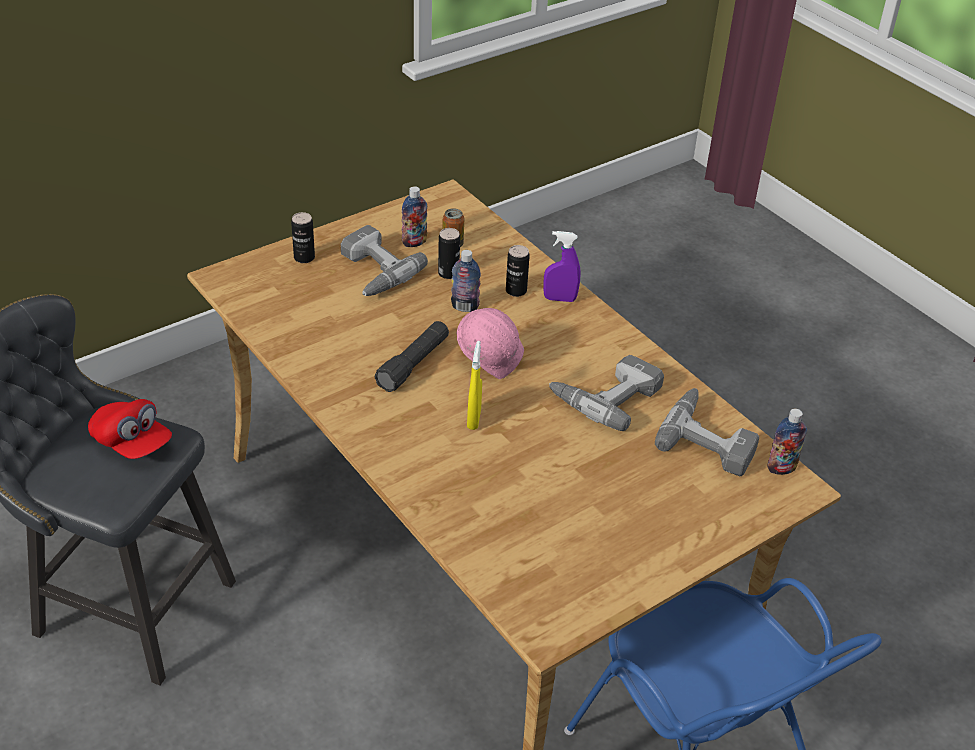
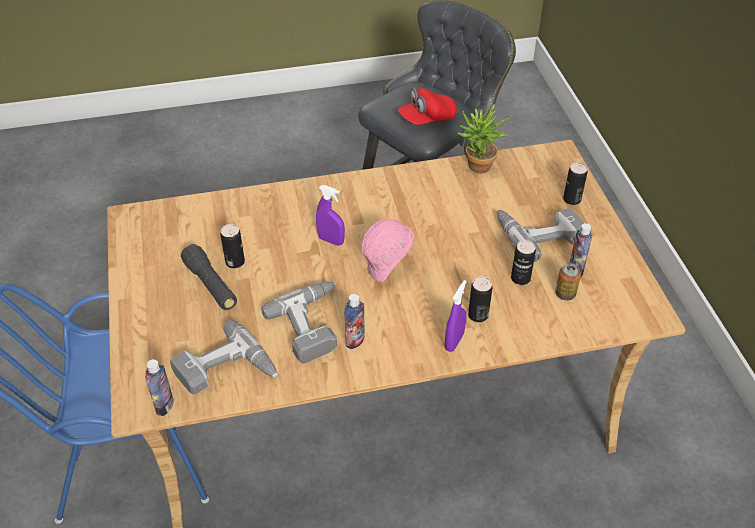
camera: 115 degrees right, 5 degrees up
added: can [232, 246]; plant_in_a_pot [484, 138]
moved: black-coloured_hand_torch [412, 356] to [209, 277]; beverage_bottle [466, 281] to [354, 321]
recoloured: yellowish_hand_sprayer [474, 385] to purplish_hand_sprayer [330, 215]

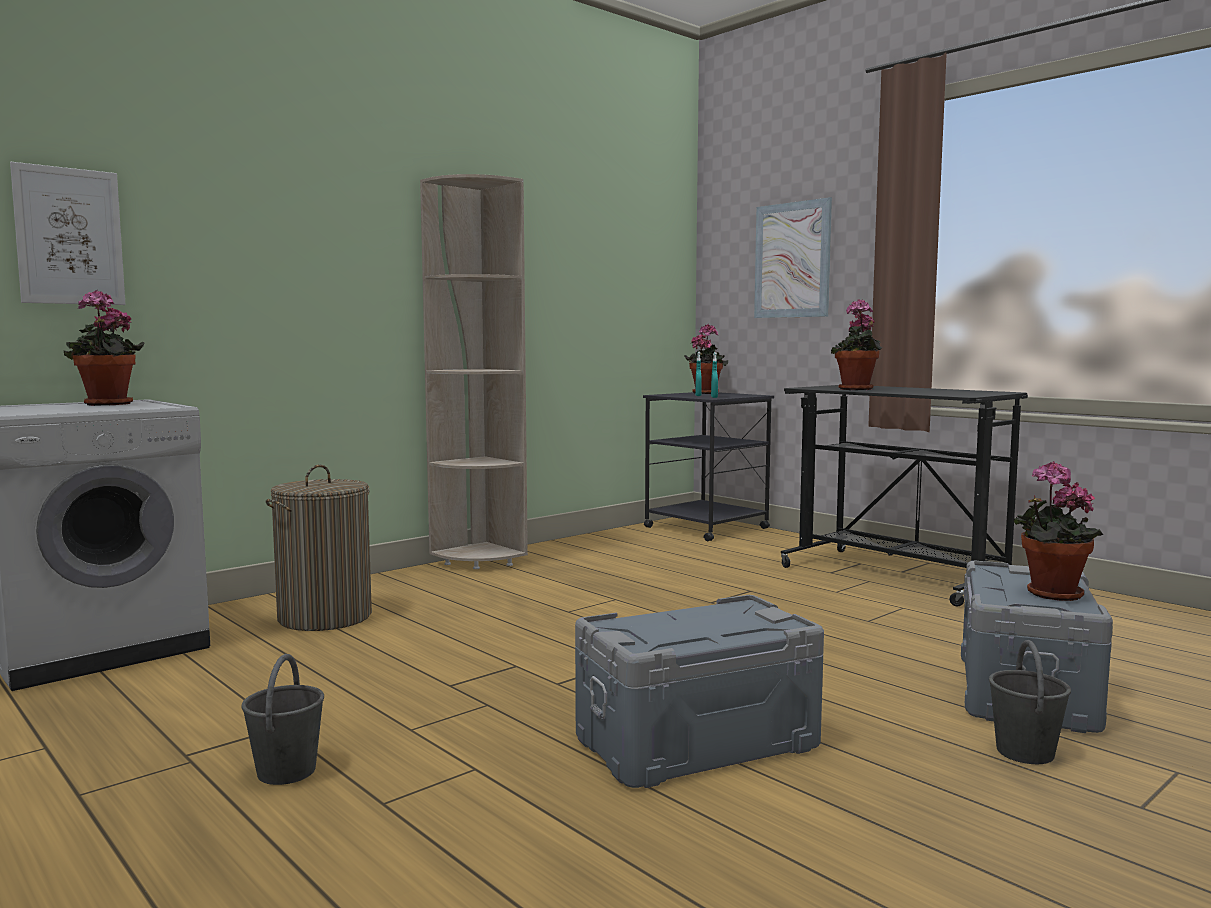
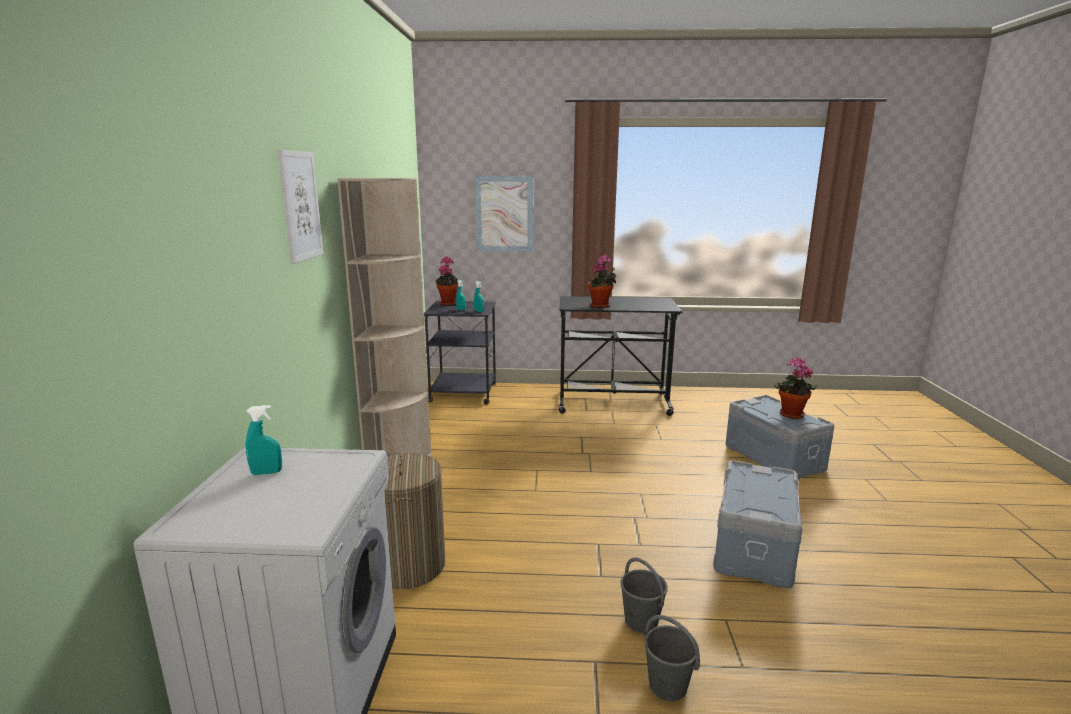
camera: 45 degrees left, 10 degrees up
moved: wall_art [68, 233] to [300, 207]; grey_bucket [1030, 702] to [644, 595]
replaced: plant_in_a_pot [103, 348] to turquoise_hand_sprayer [264, 440]

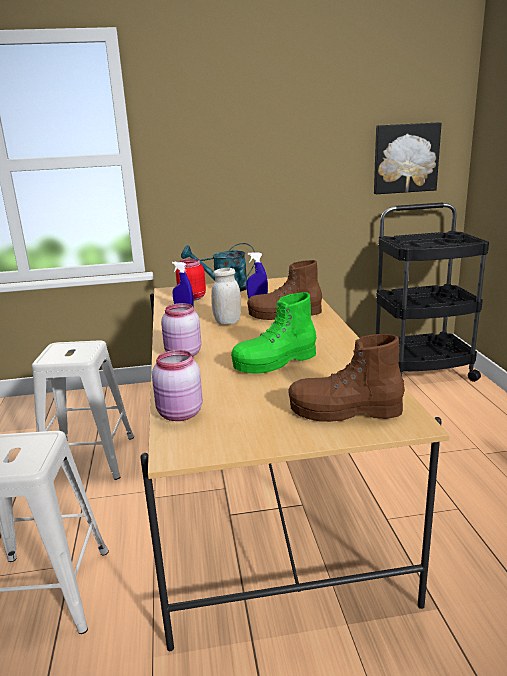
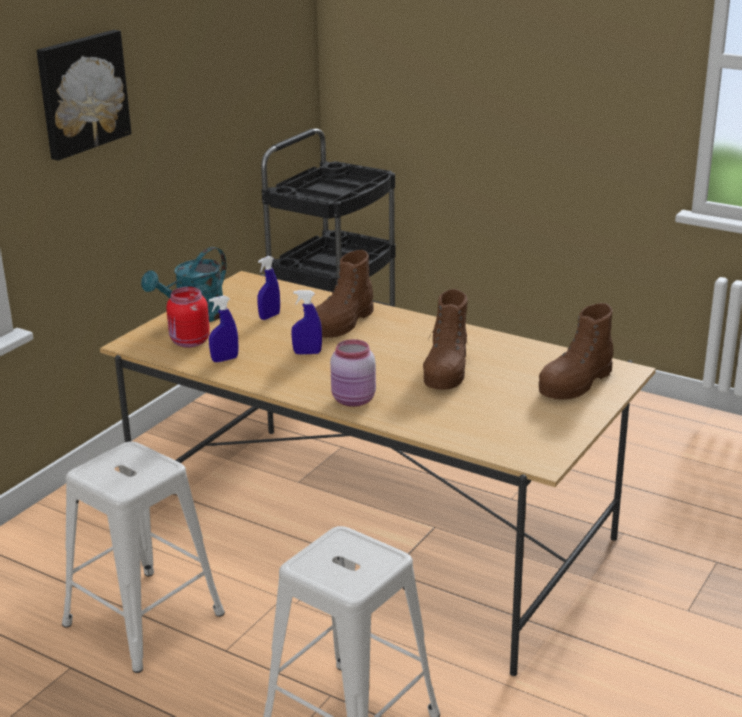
camera: 50 degrees left, 5 degrees up
removed: pink-coloured_jar [177, 385]
moved: wall_art [408, 158] to [83, 95]
replaced: white-coloured_jar [226, 296] to blue-coloured_hand_sprayer [306, 322]
recoloured: green-coloured_boot [273, 333] to brownish_boot [445, 339]

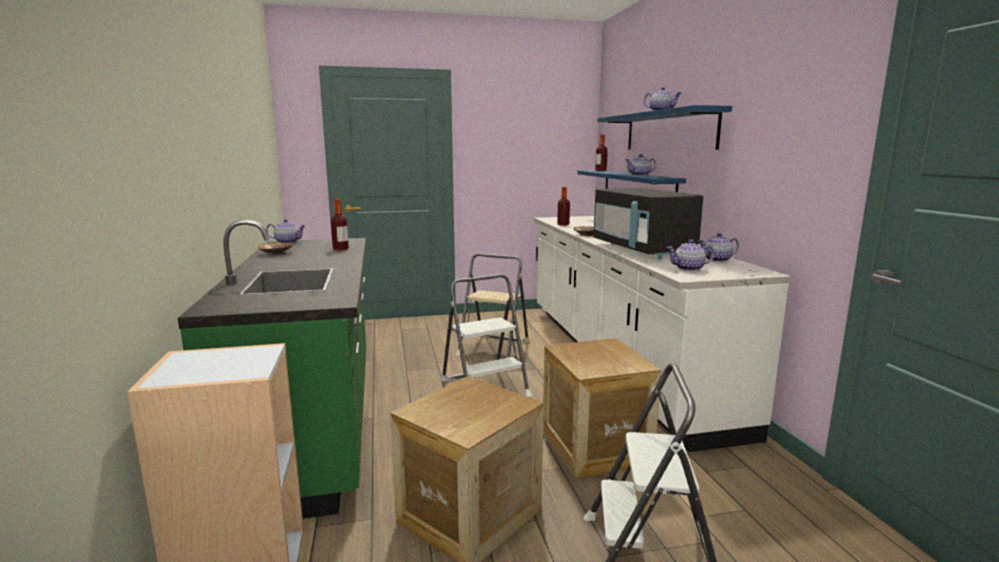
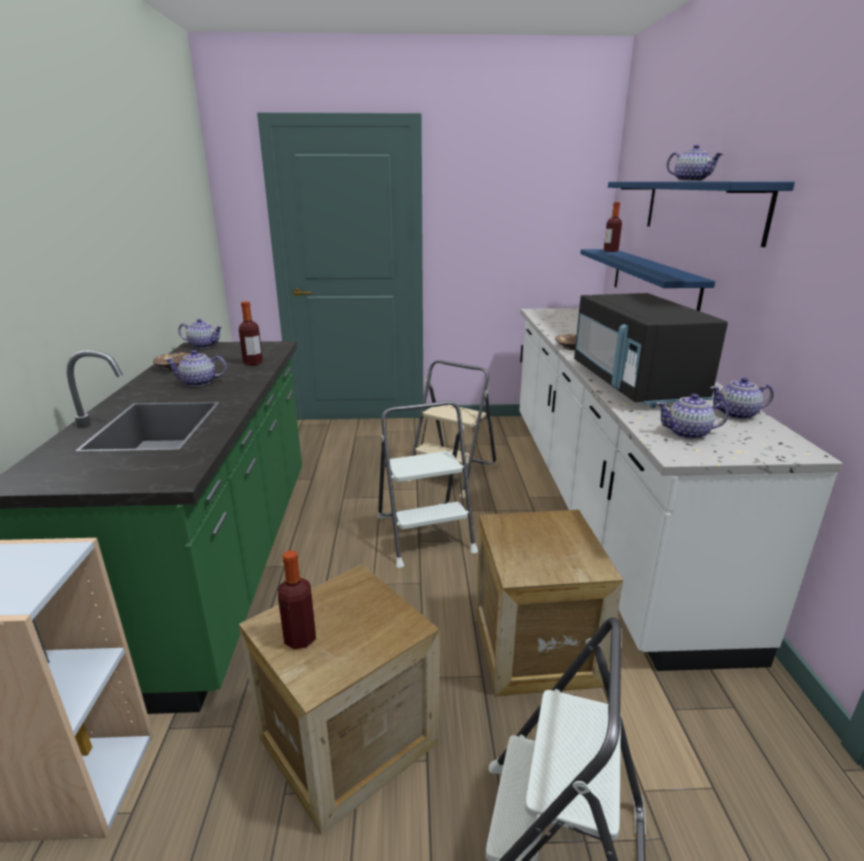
camera: 10 degrees right, 10 degrees up
moved: beverage_bottle [563, 206] to [297, 599]; pot_for_tea [640, 165] to [196, 368]

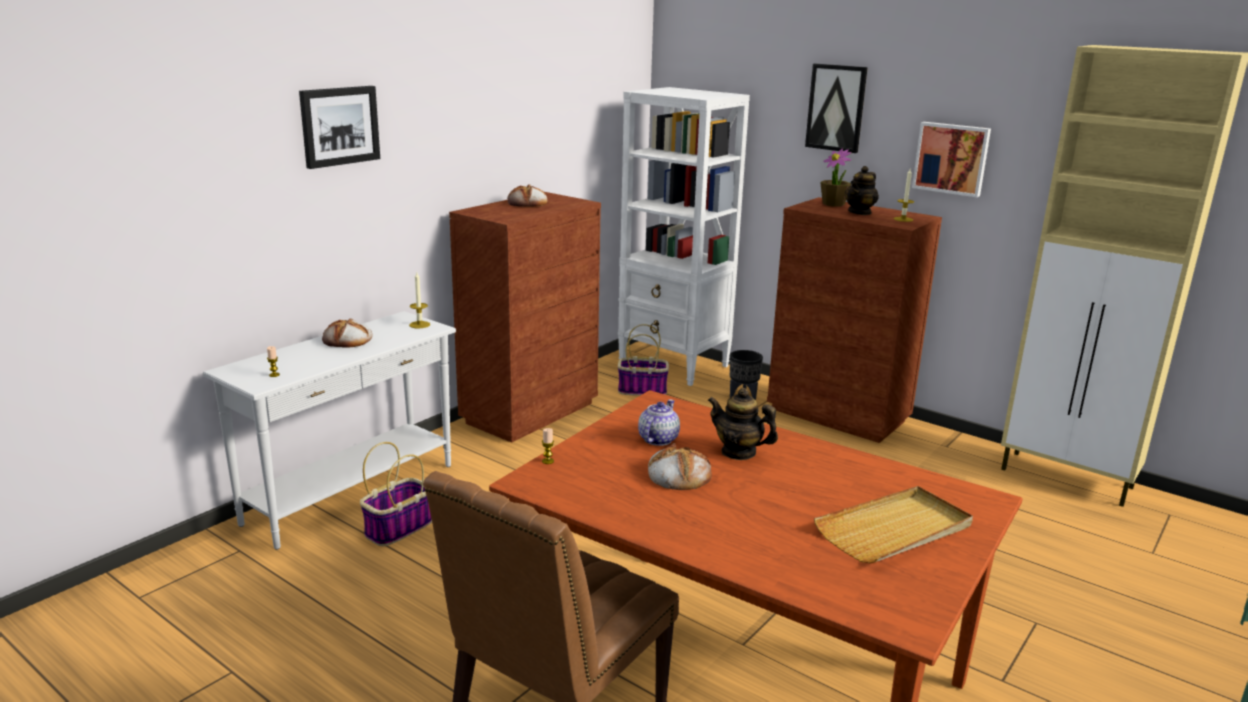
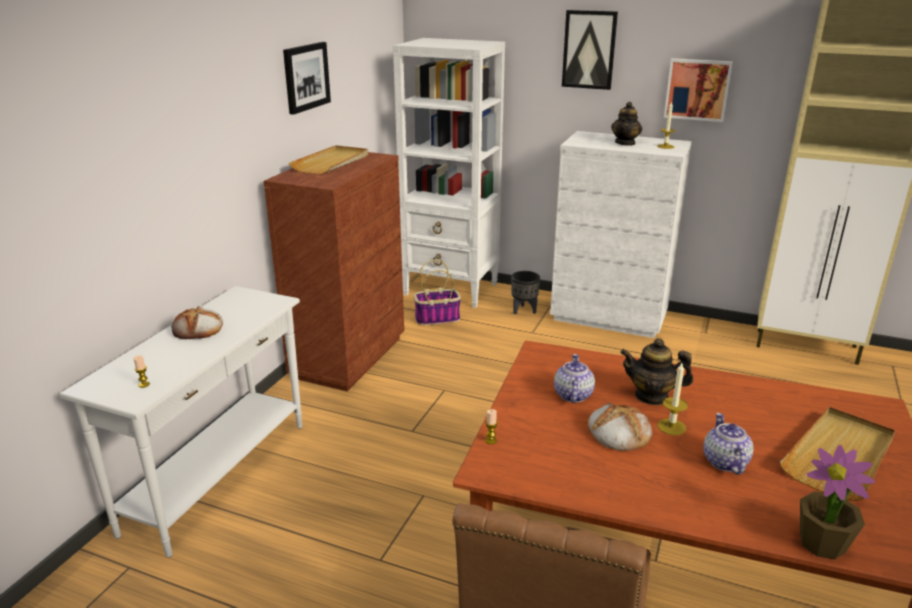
camera: 15 degrees left, 5 degrees up
removed: household_basket [396, 494]
added: pot_for_tea [729, 444]
moved: wall_art [339, 127] to [307, 78]; candle [419, 300] to [672, 399]; plant_in_a_pot [836, 177] to [837, 502]
replaced: bread [527, 195] to beige_serving_tray [328, 159]
recoloured: brownish_drawer_chest [854, 320] to white-coloured_drawer_chest [621, 234]

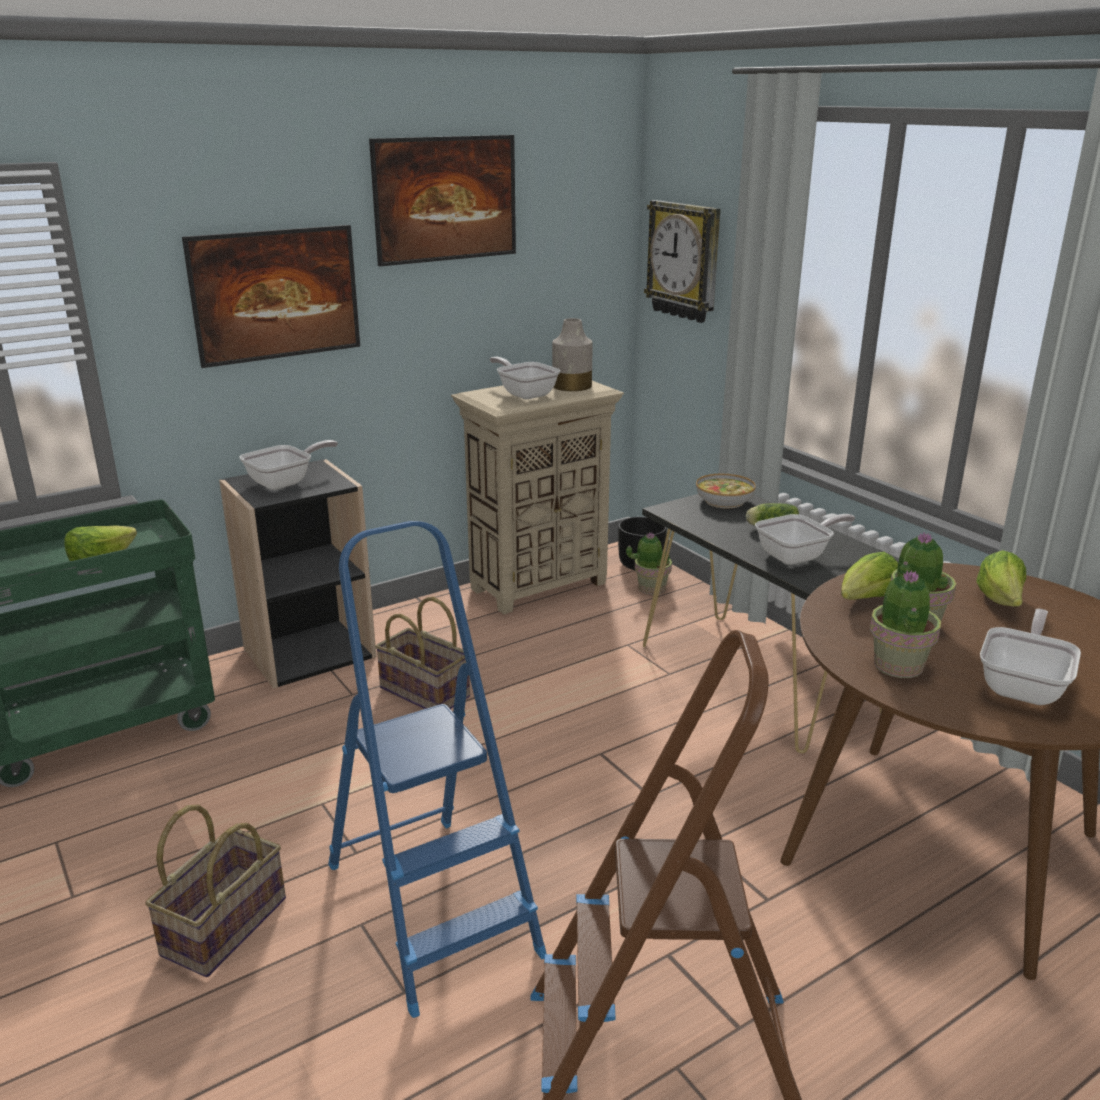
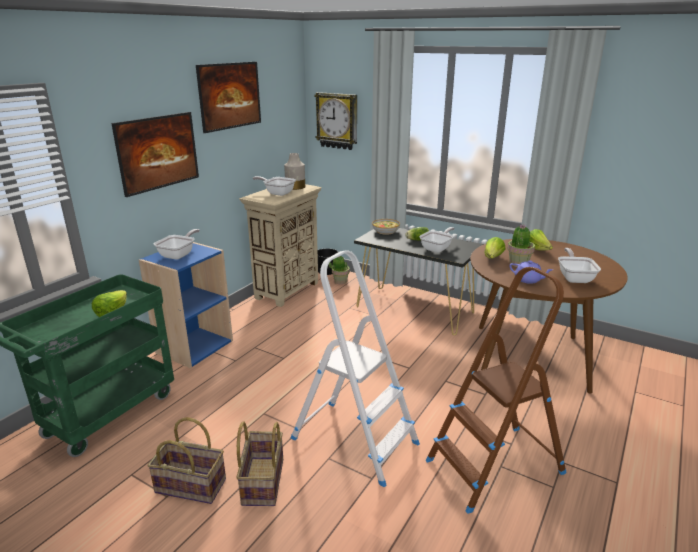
camera: 25 degrees left, 0 degrees up
moved: household_basket [422, 653] to [186, 460]
replaced: plant_in_a_pot [905, 623] to purplish_pot_for_tea [531, 272]
recoloured: black-coloured_bookcase [297, 574] to blue-coloured_bookcase [186, 305]; blue-coloured_stepladder [438, 769] to white-coloured_stepladder [355, 368]

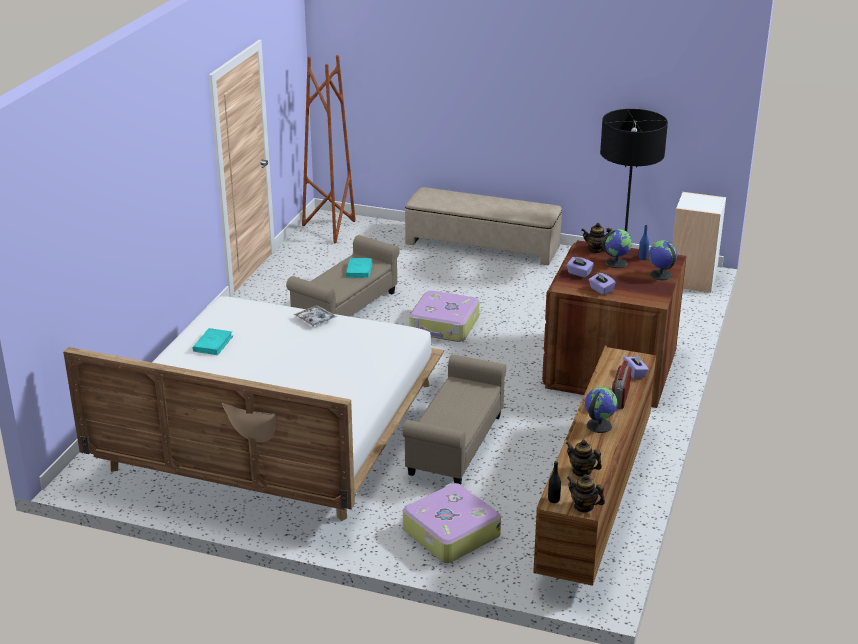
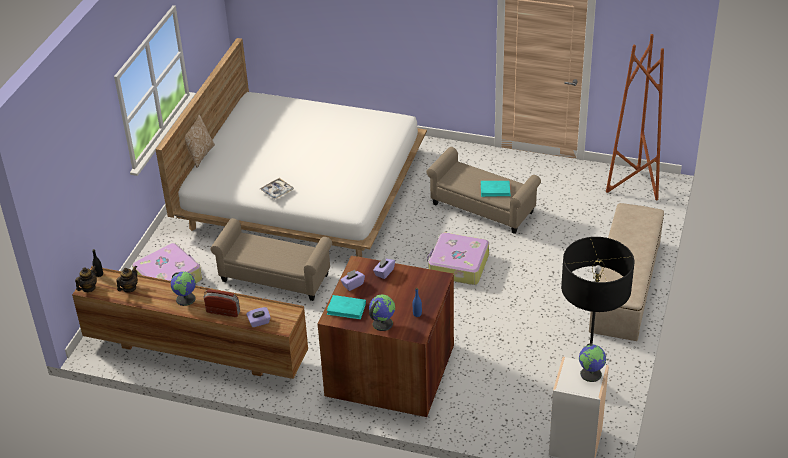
camera: 90 degrees right, 10 degrees up
removed: pot_for_tea [596, 238]
moved: turquoise_book [212, 341] to [346, 307]; serving_tray [315, 315] to [277, 189]; globe [617, 248] to [592, 362]

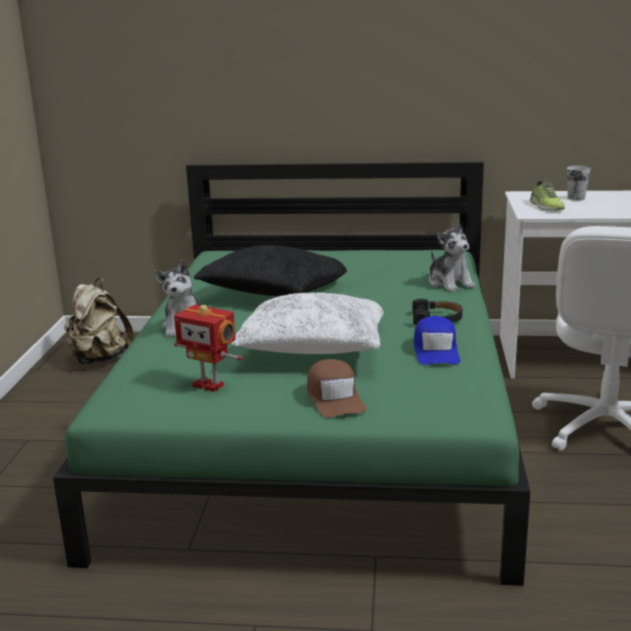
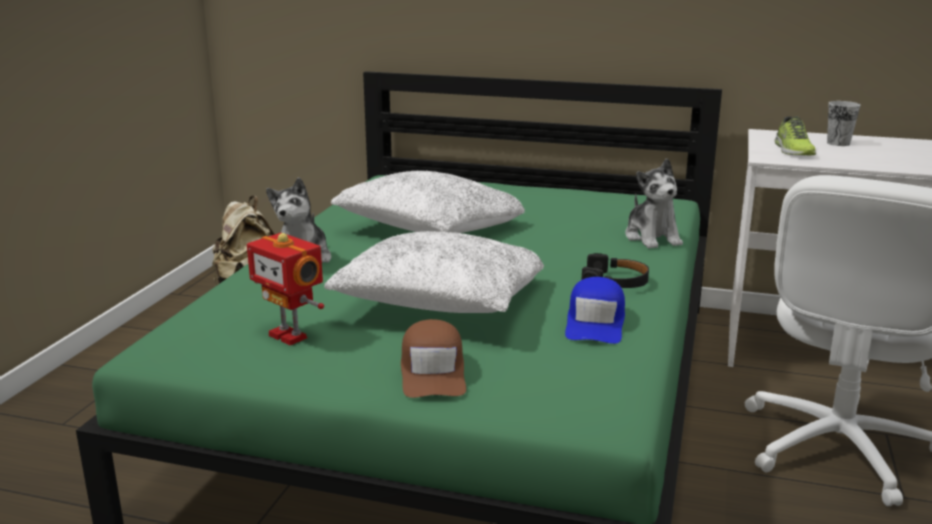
camera: 10 degrees right, 0 degrees up
recoloured: black-coloured_throw_pillow [270, 270] to white-coloured_throw_pillow [428, 202]

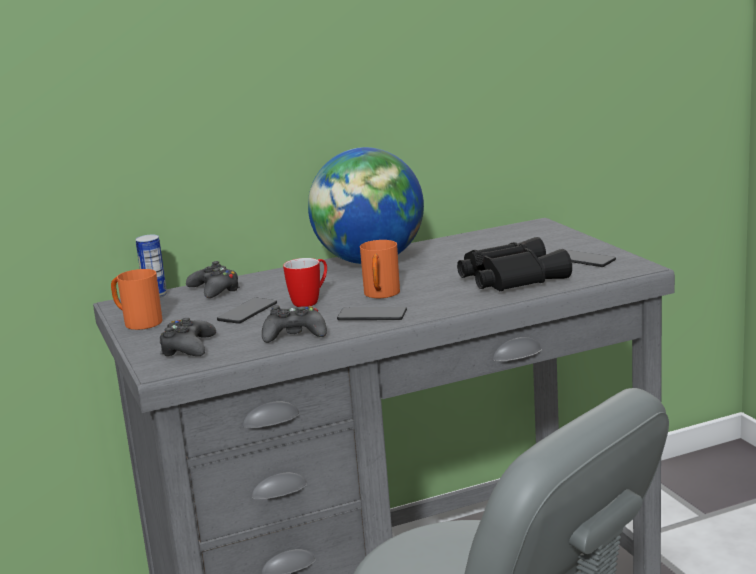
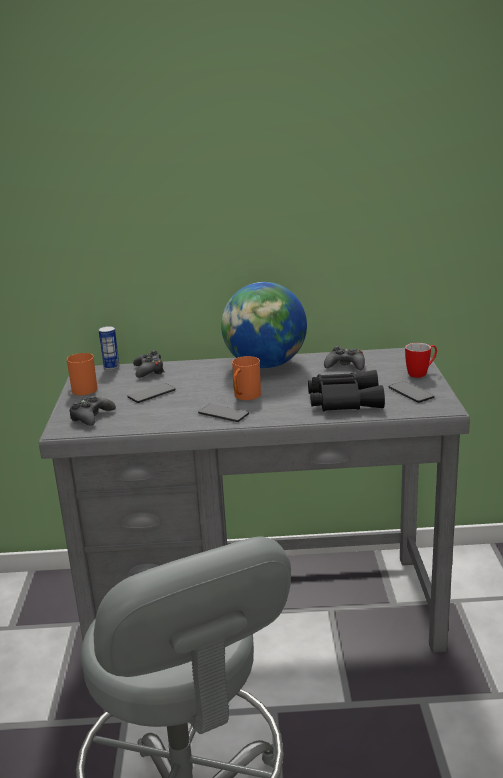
camera: 20 degrees right, 5 degrees up
moved: black-coloured_joypad [294, 324] to [344, 358]; tea_mug [305, 282] to [421, 360]

